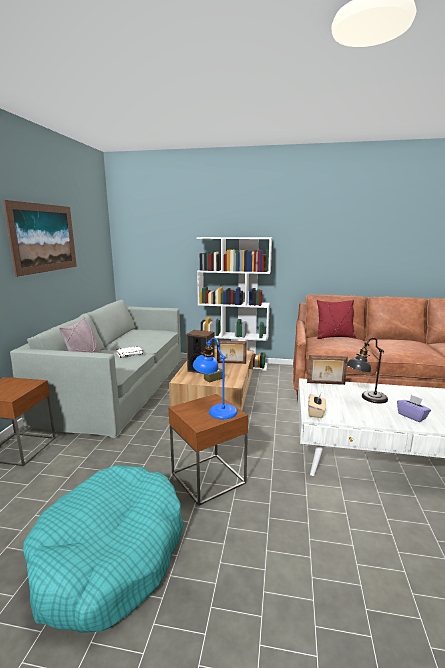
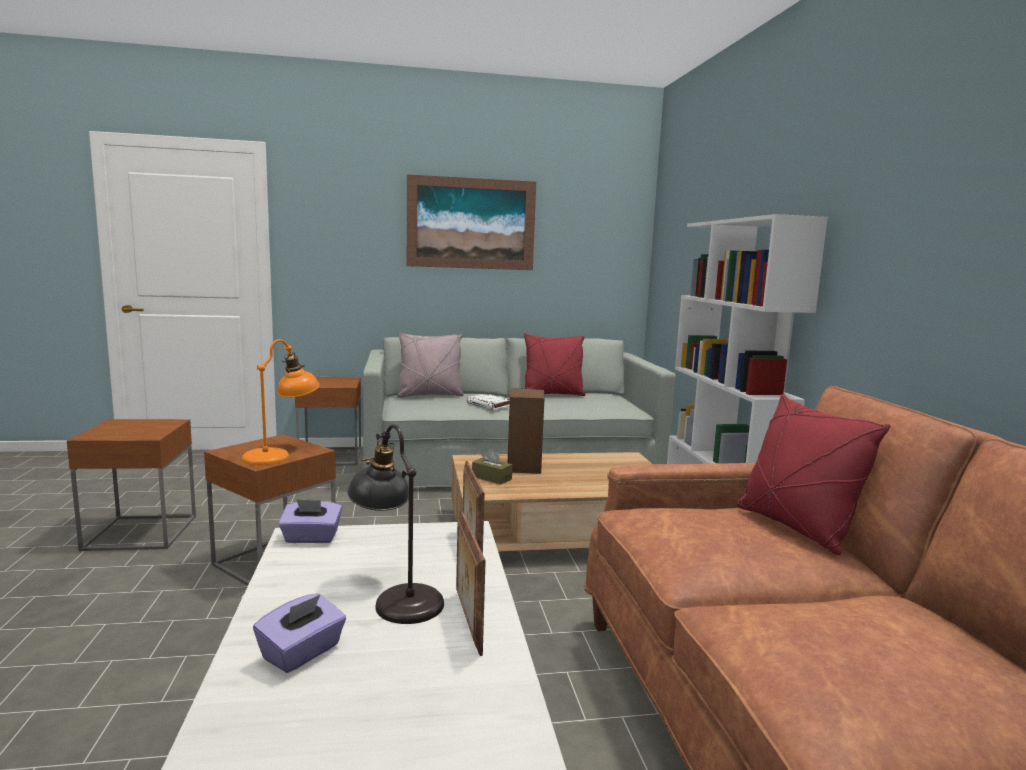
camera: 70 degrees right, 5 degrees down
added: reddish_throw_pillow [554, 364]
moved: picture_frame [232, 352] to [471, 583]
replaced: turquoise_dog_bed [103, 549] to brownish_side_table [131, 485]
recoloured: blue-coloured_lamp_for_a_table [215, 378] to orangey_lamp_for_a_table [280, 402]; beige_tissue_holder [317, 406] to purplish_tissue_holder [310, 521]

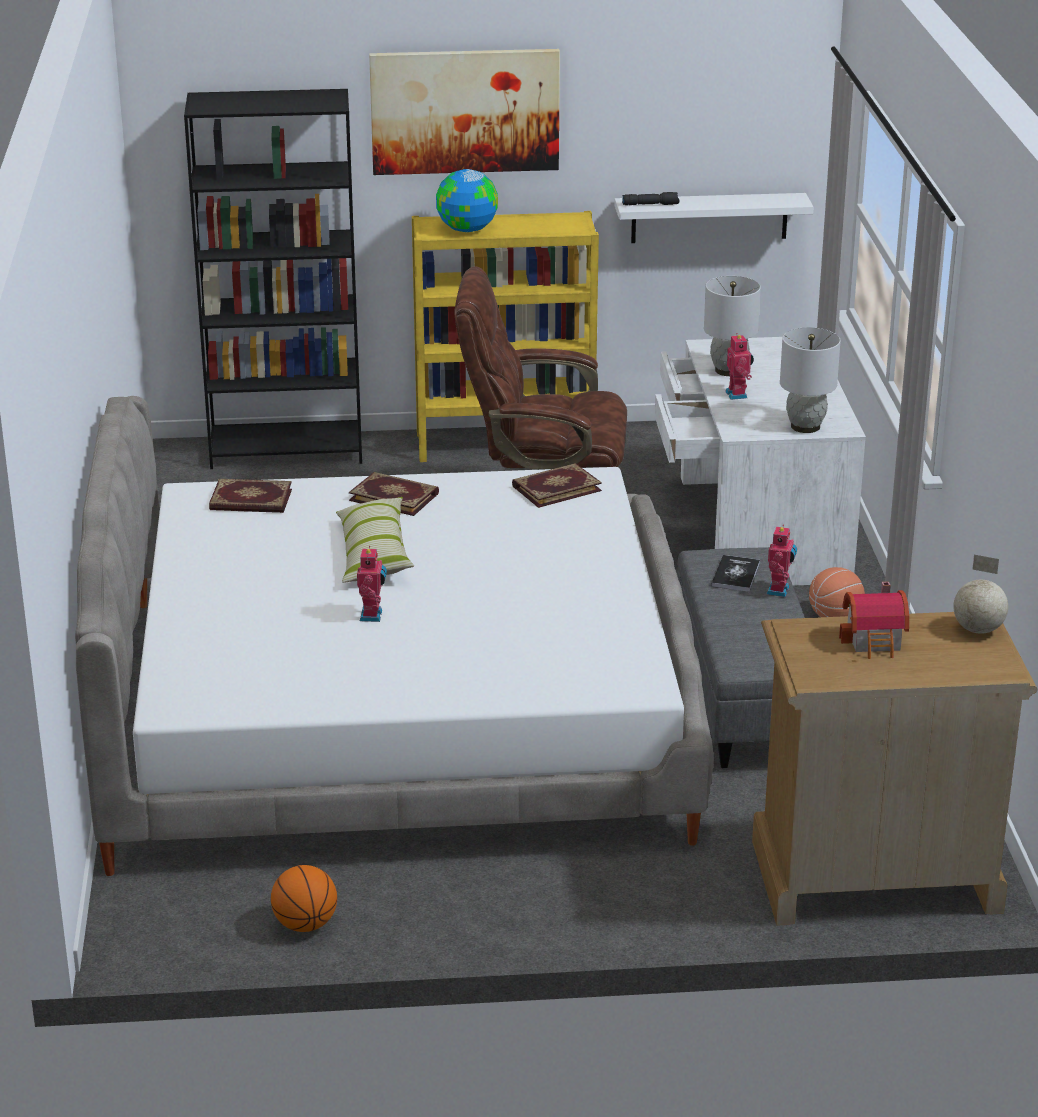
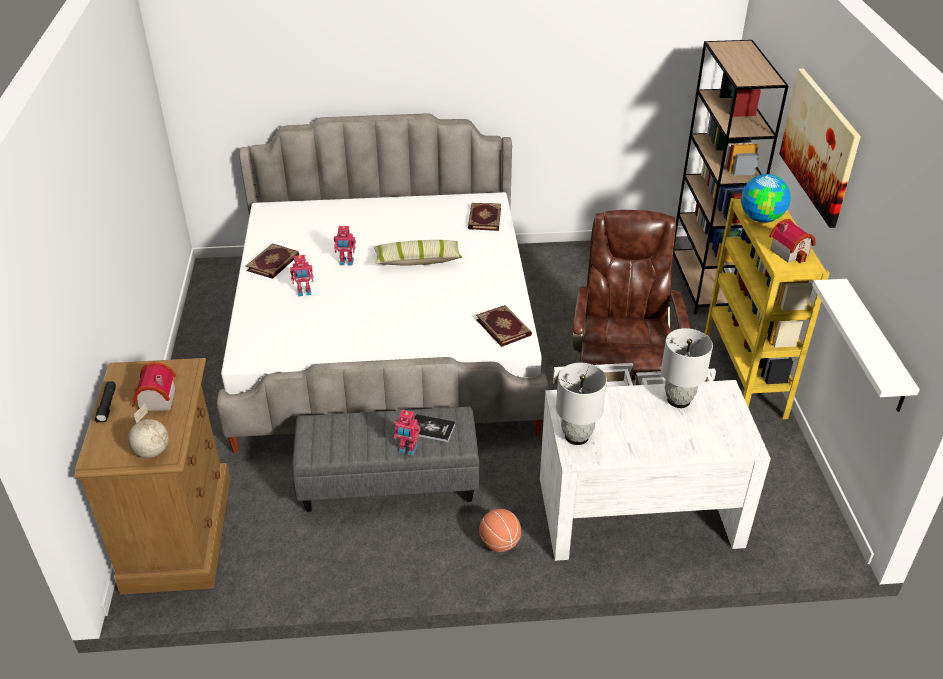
camera: 90 degrees right, 10 degrees up
removed: ball_for_basketball [304, 898]
added: model_house [792, 241]
moved: book [394, 494] to [272, 261]; black-coloured_hand_torch [650, 198] to [105, 401]; toy_robot [739, 366] to [301, 275]
recoloured: black-coloured_bookcase [273, 279] to beige_bookcase [730, 177]

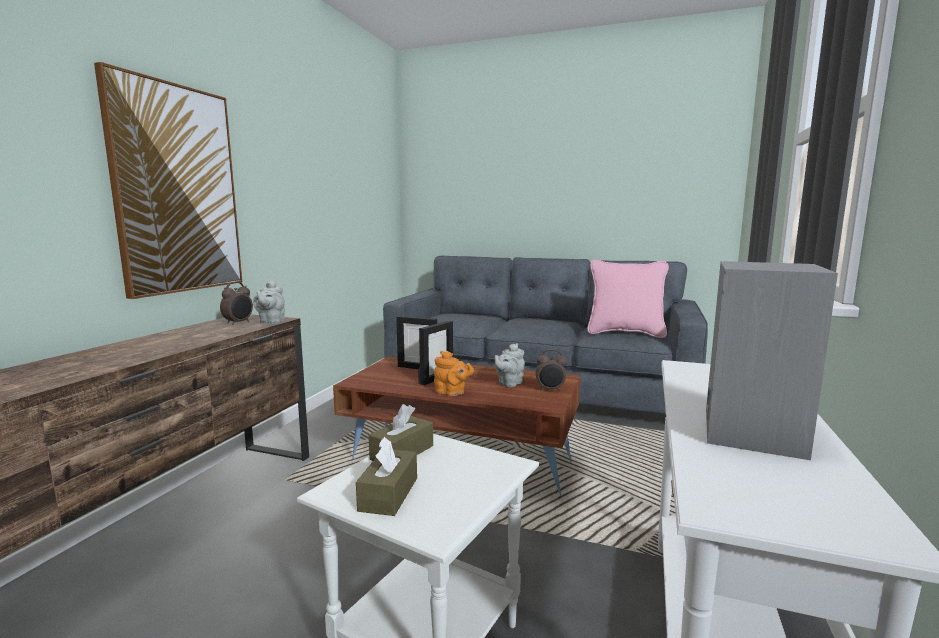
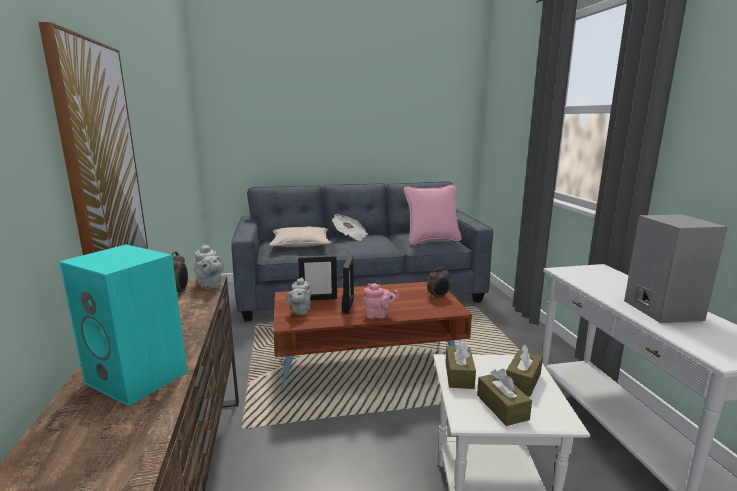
camera: 30 degrees left, 5 degrees up
added: turquoise_audio_speaker [123, 325]; beige_throw_pillow [300, 237]; newspaper [350, 227]; brownish_tissue_holder [524, 370]
moved: grey_pot_for_tea [509, 365] to [299, 296]
recoloured: orangey_pot_for_tea [454, 373] to pink-coloured_pot_for_tea [381, 301]

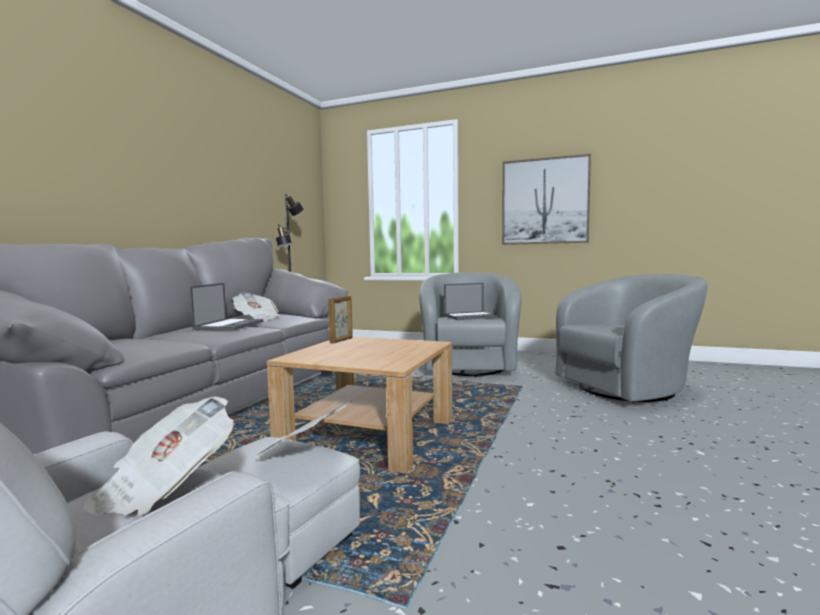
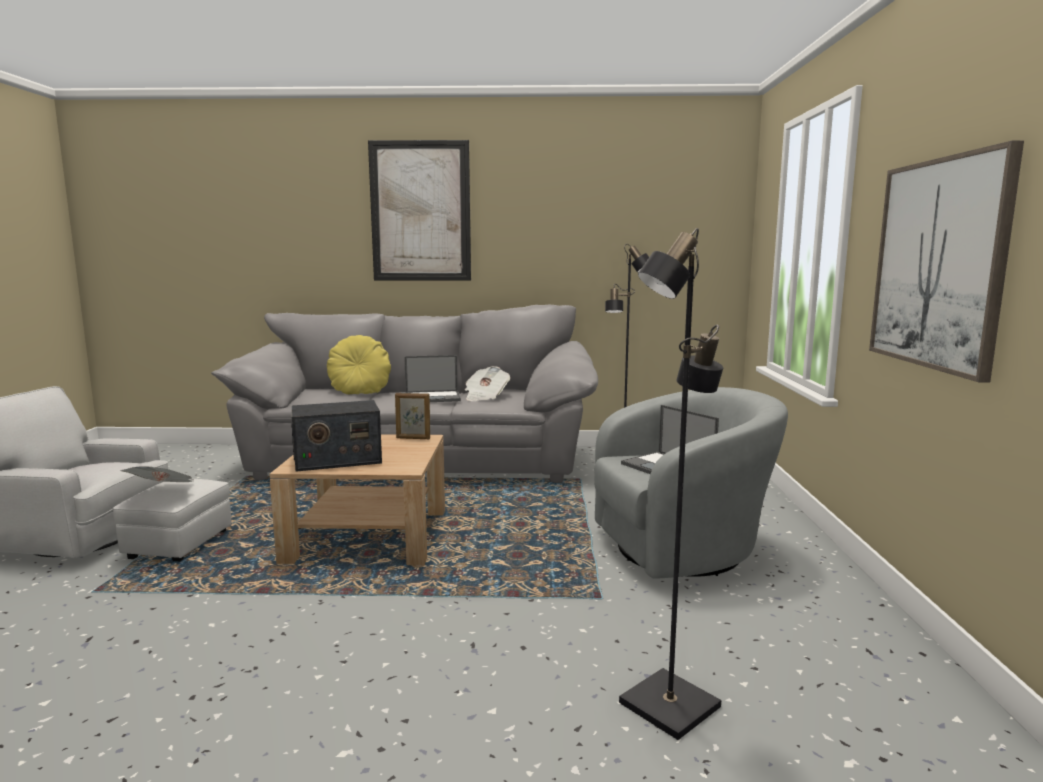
camera: 70 degrees right, 5 degrees up
removed: newspaper [158, 456]
added: radio_receiver [336, 436]; yellowish_throw_pillow [359, 364]; wall_art [419, 210]
replaced: grey_armchair [631, 338] to black-coloured_standard_lamp [671, 484]

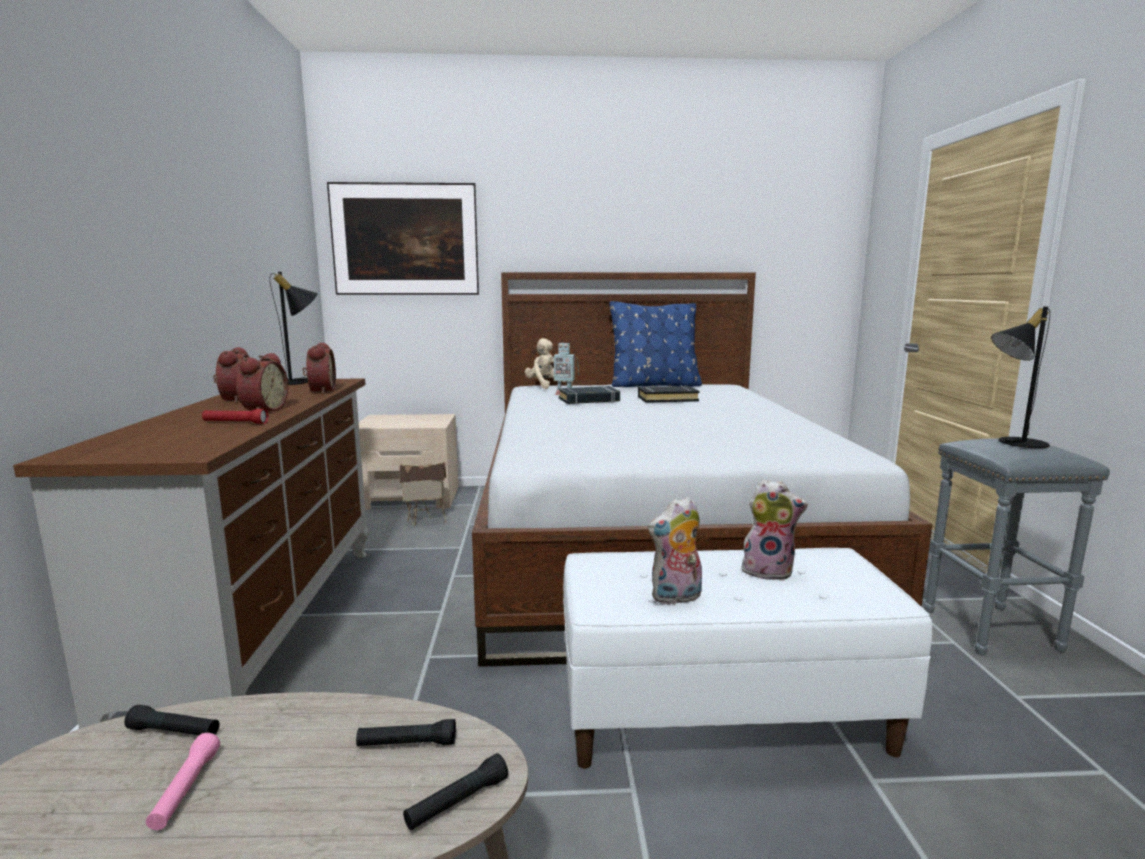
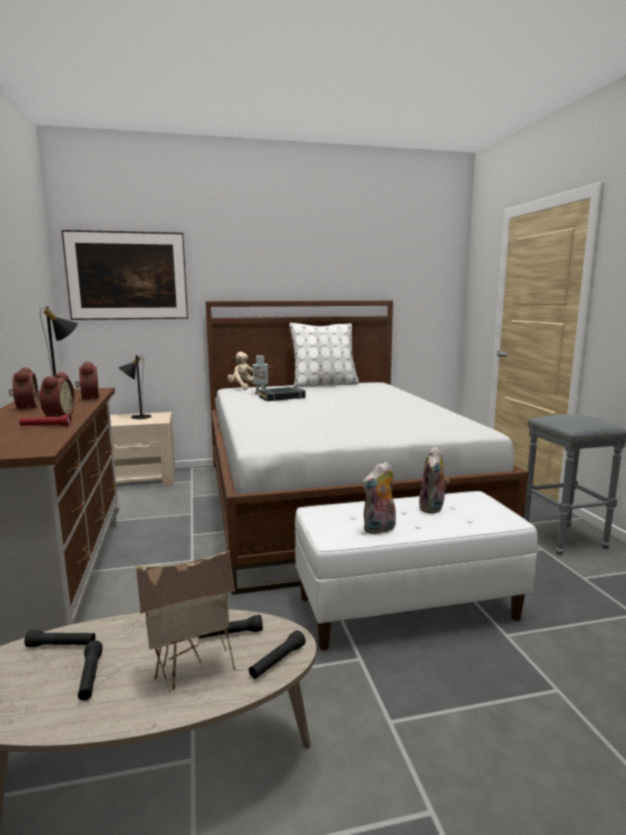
camera: 10 degrees left, 0 degrees up
removed: black-coloured_book [668, 394]
moved: model_house [422, 493] to [185, 621]; black-coloured_lamp_for_a_table [1020, 377] to [135, 387]
recoloured: pink-coloured_hand_torch [183, 781] to black-coloured_hand_torch [90, 670]; blue-coloured_throw_pillow [655, 344] to white-coloured_throw_pillow [324, 355]
turned: soft_toy [775, 529] = [434, 480] 105 degrees clockwise

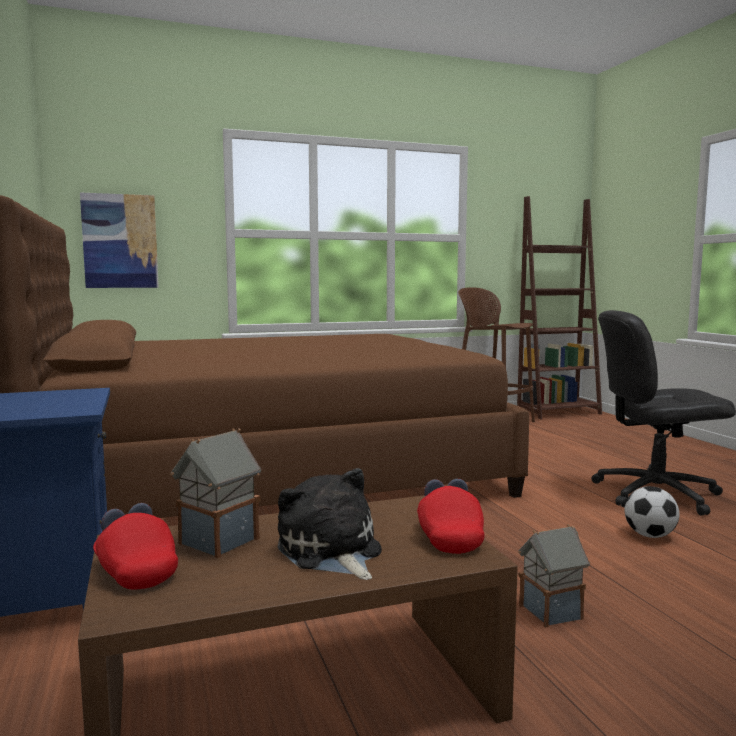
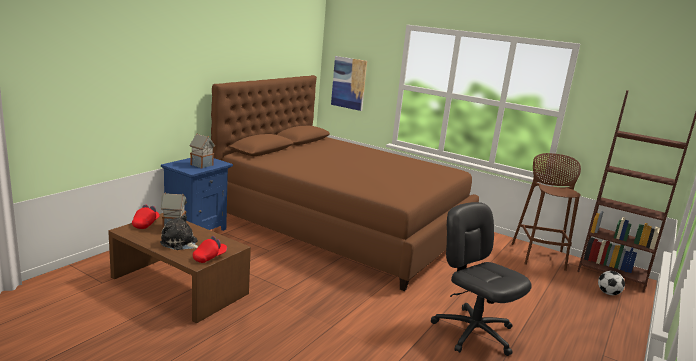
camera: 50 degrees right, 10 degrees up
moved: model_house [554, 576] to [202, 151]; football [651, 512] to [611, 283]
turned: soft_toy [330, 524] = [179, 232] 90 degrees counterclockwise

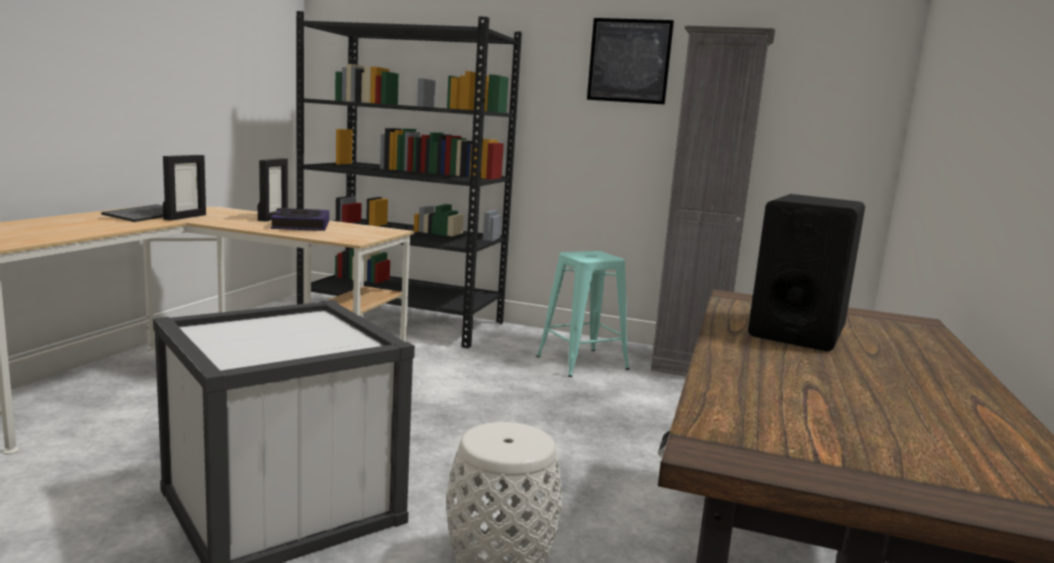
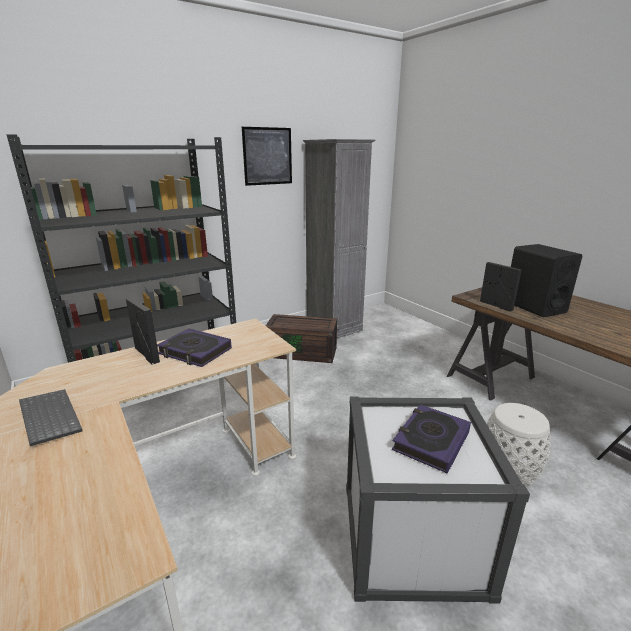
camera: 50 degrees left, 10 degrees up
added: book [431, 439]
moved: picture_frame [184, 188] to [501, 287]
replaced: turquoise_stool_seat [583, 314] to brownish_storage_container [301, 338]

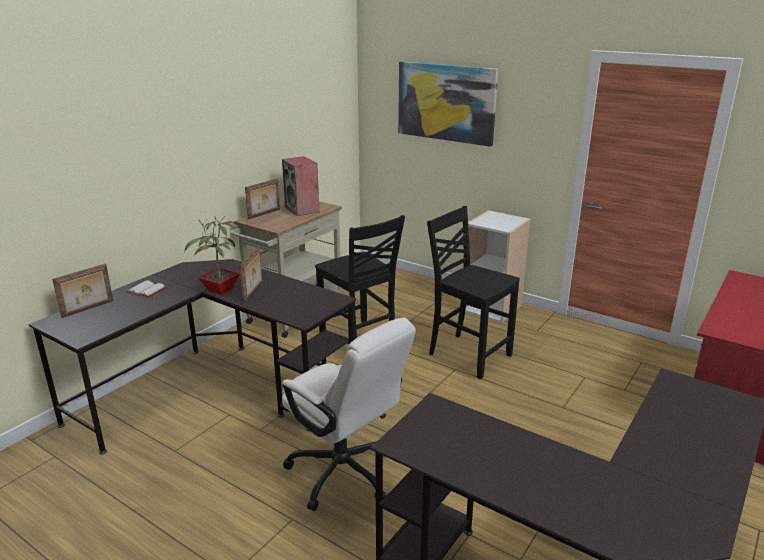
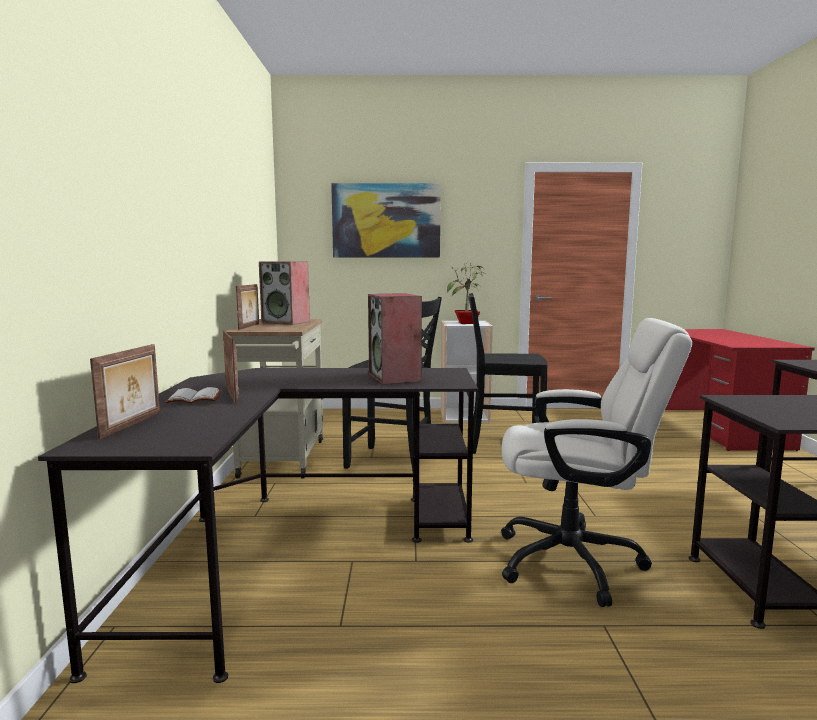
camera: 35 degrees left, 15 degrees down
added: audio_speaker [395, 338]
moved: plant_in_a_pot [212, 255] to [467, 293]; picture_frame [251, 274] to [230, 366]

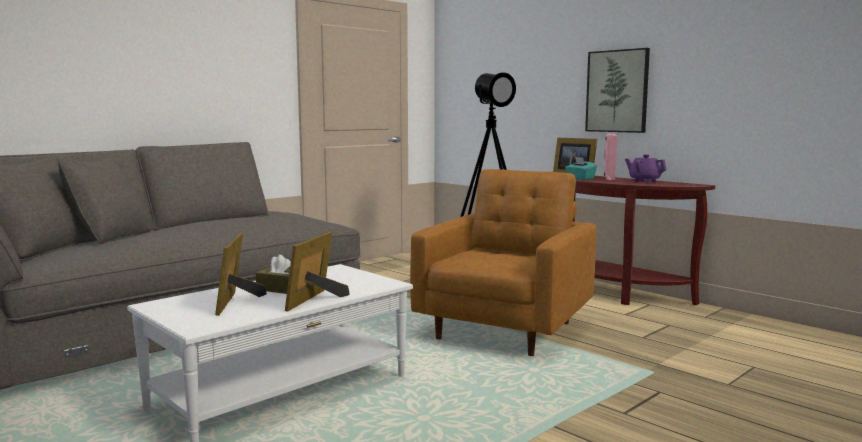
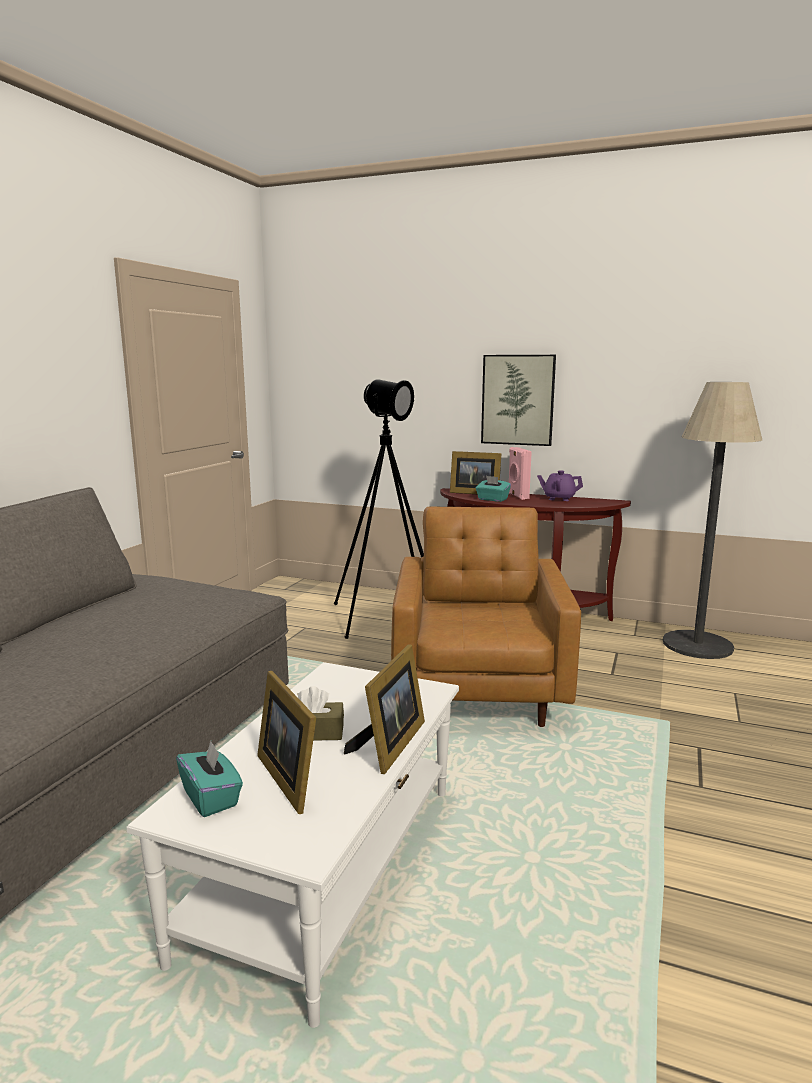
camera: 25 degrees left, 5 degrees up
added: turquoise_tissue_holder [209, 779]; standard_lamp [712, 520]
turned: picture_frame [317, 272] = [384, 709] 150 degrees counterclockwise

